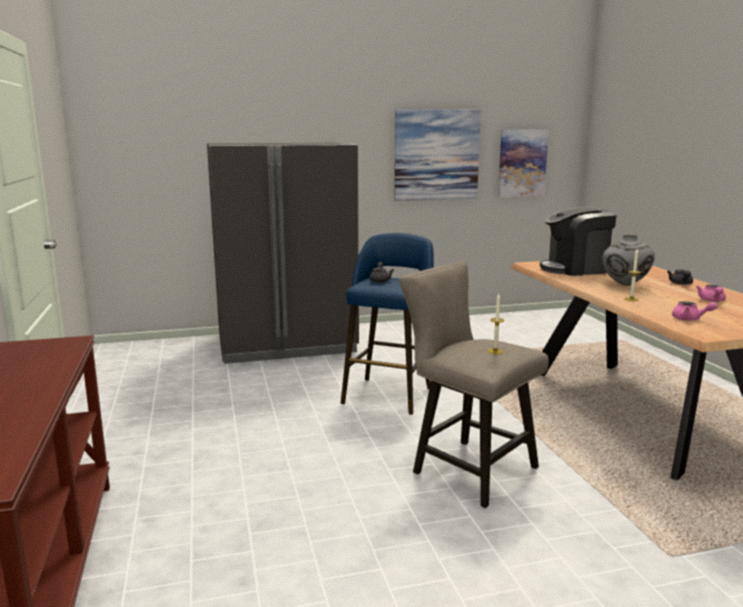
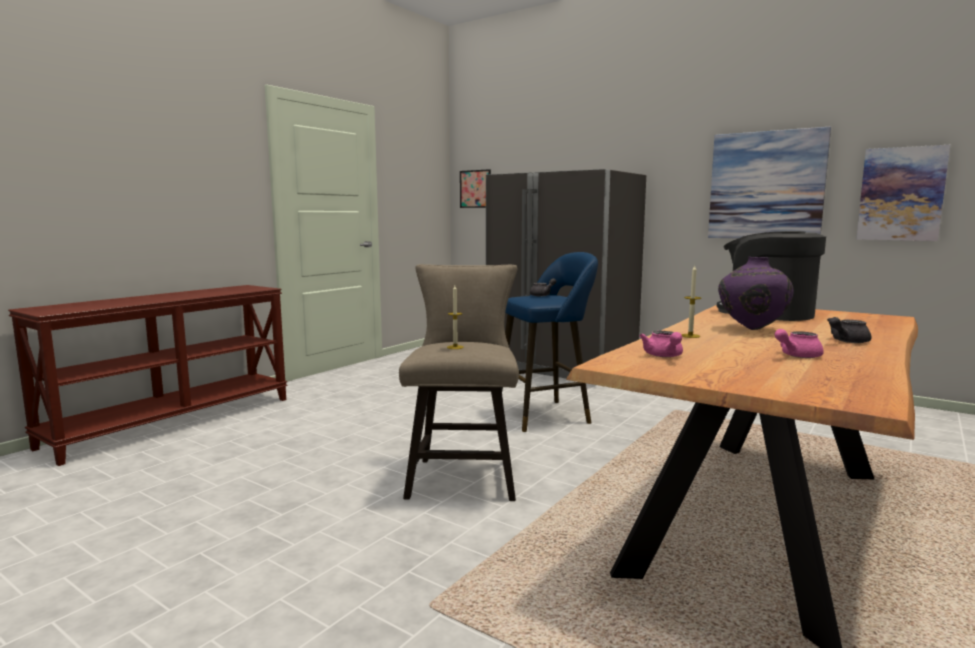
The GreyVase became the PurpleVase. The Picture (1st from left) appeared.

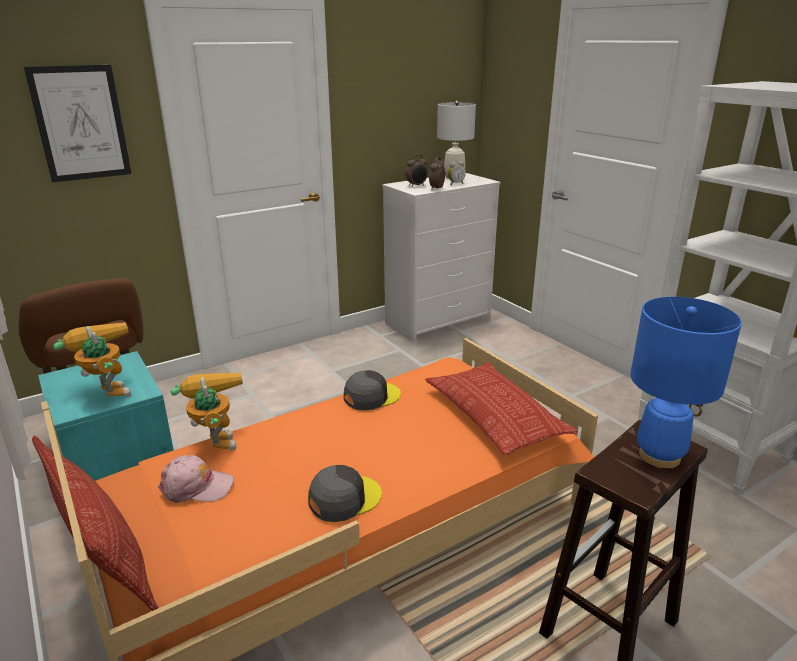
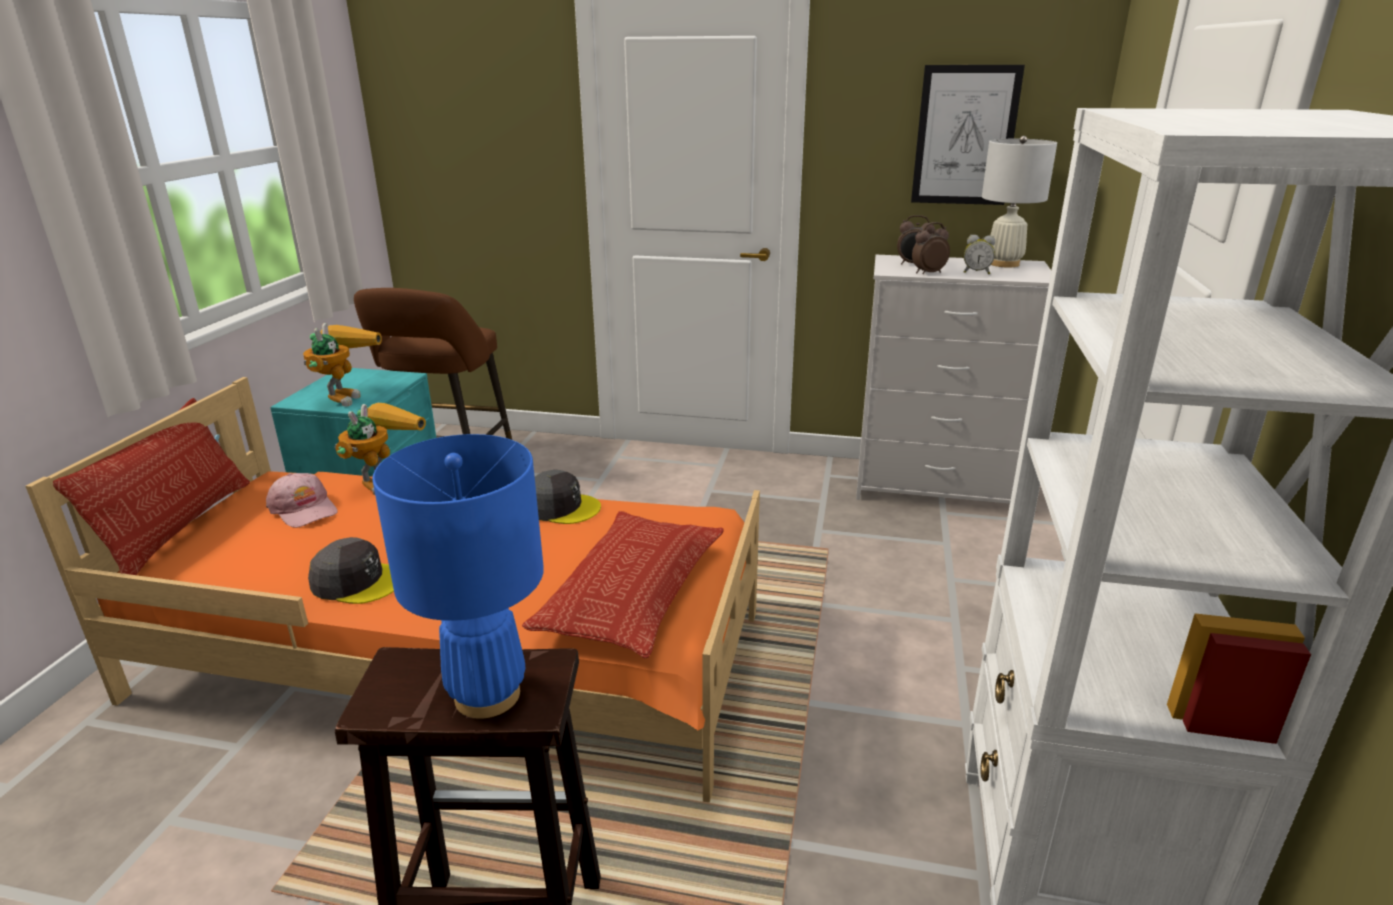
The Picture moved.

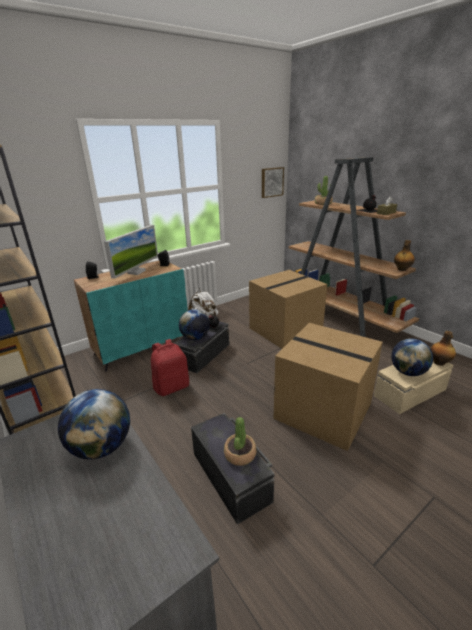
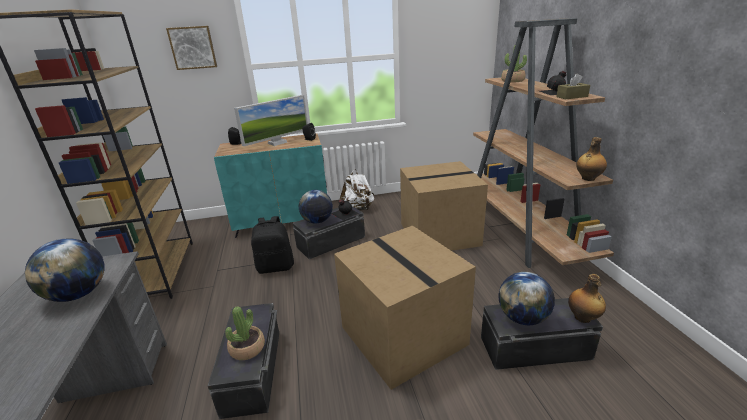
The RedBackpack became the BlackBackpack. The Picture moved. The BeigeStorageBox became the BlackStorageBox (3rd from left).

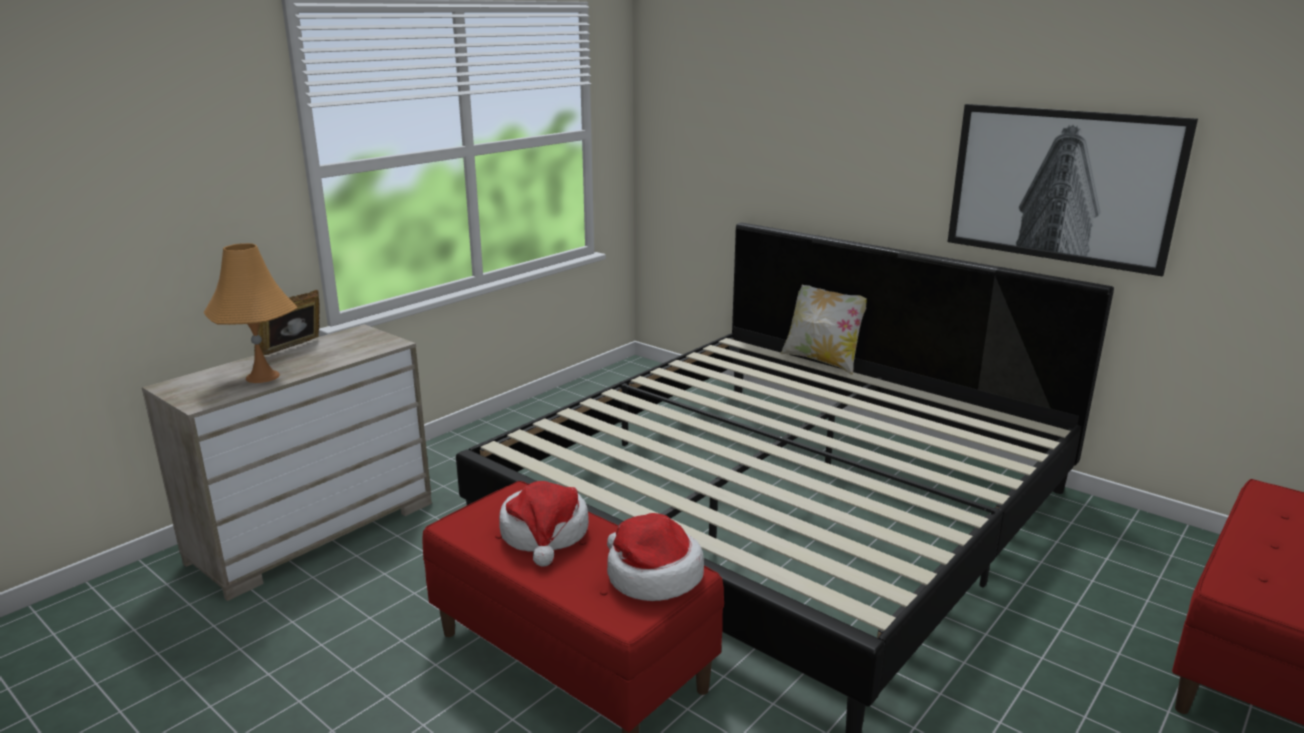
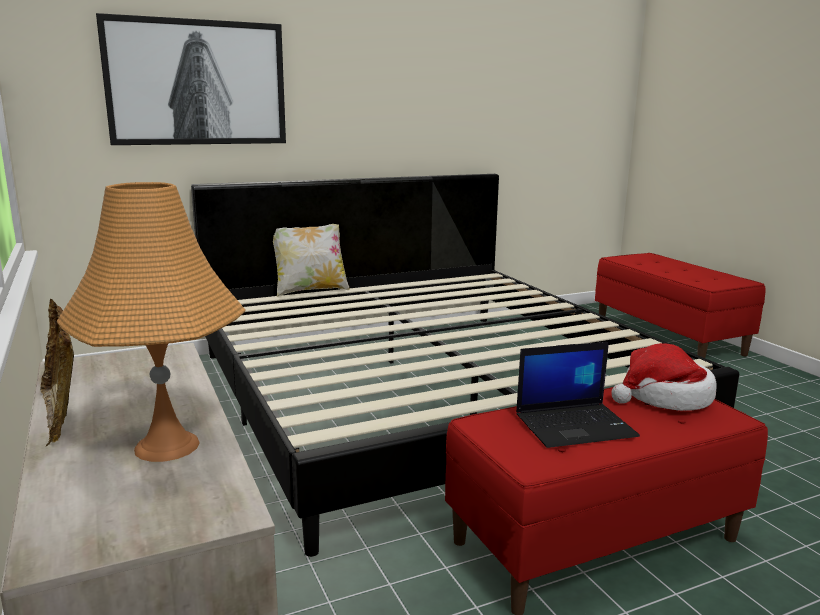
The Hat (1st from left) was replaced by the Laptop. The Picture moved.

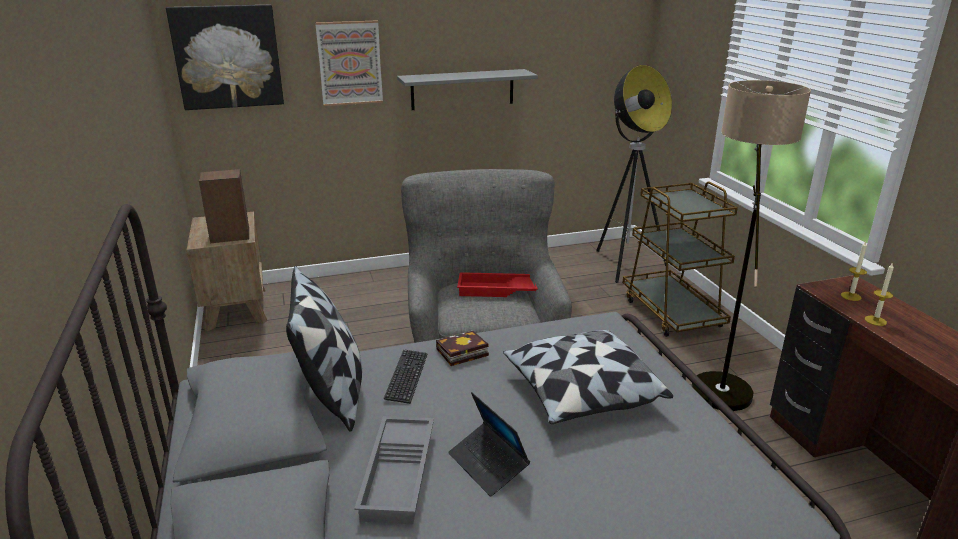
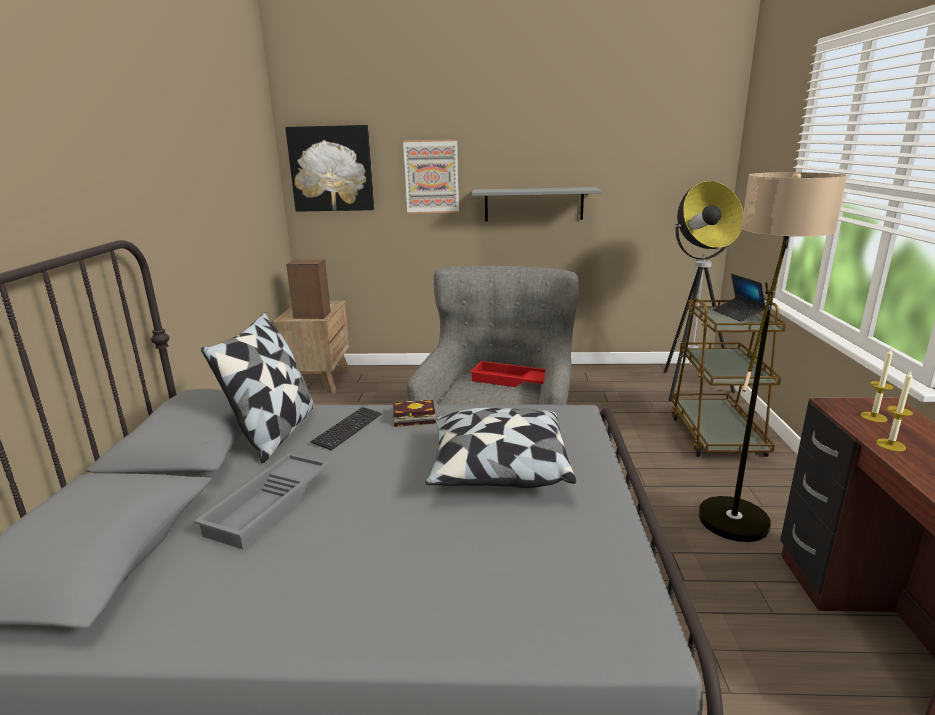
The Laptop moved.

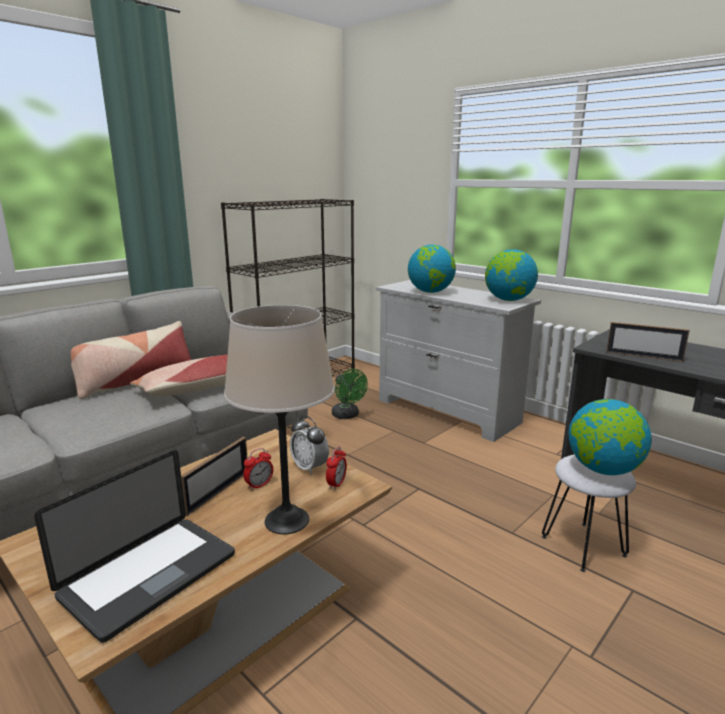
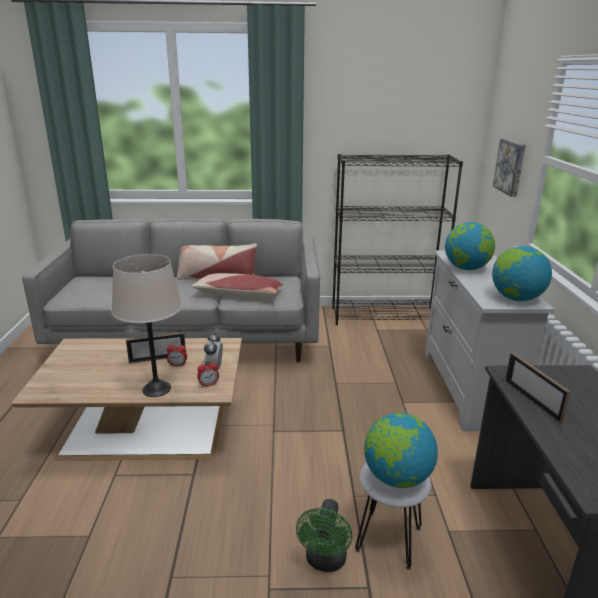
The Laptop disappeared. The GreenFan moved. The Picture appeared.

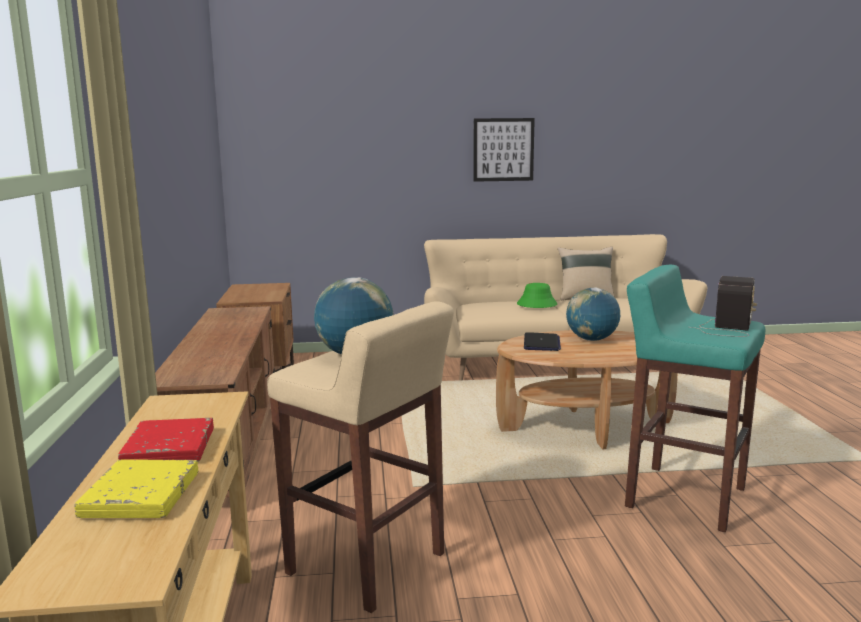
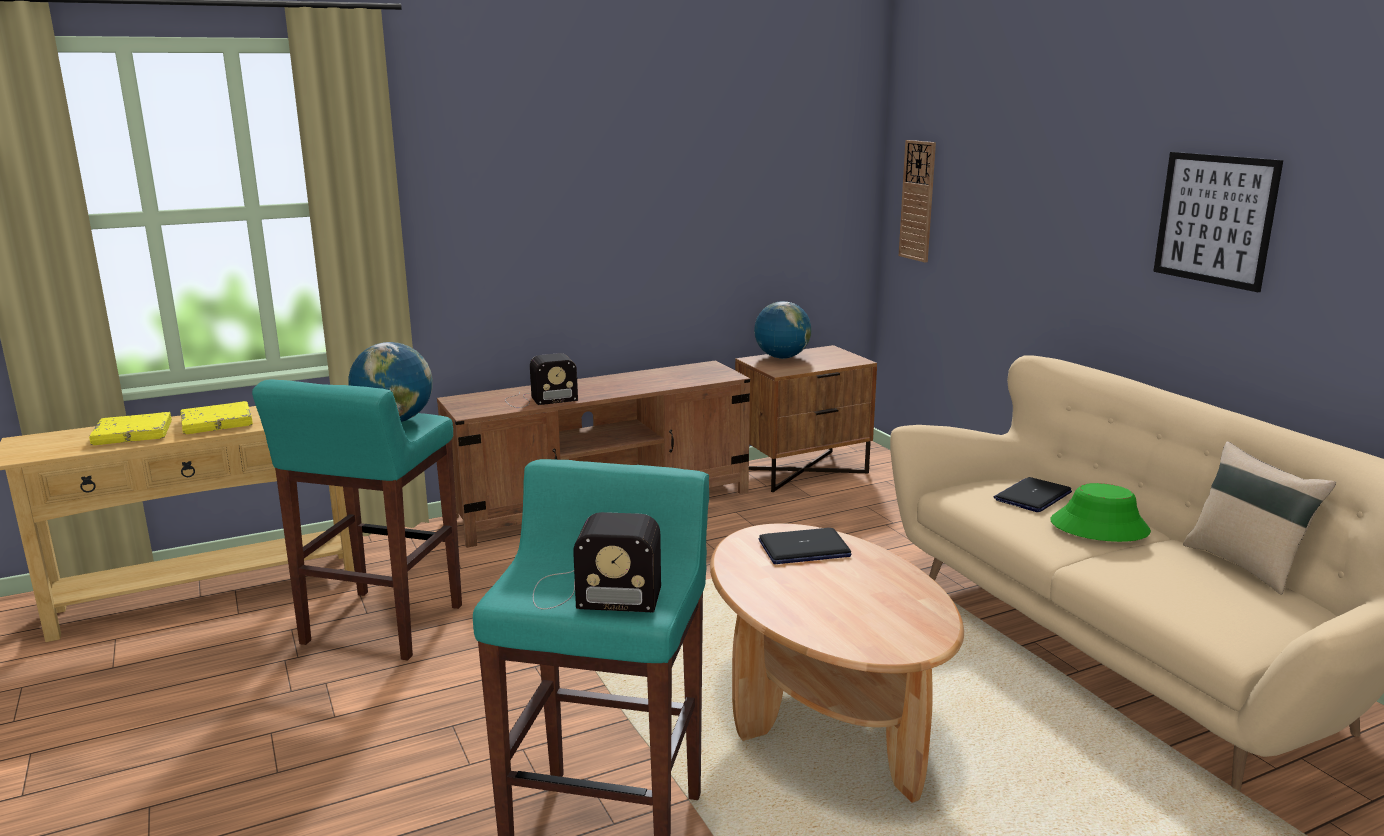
The RedBook became the YellowBook (2nd from left). The BeigeStool became the TurquoiseStool (1st from left). The Globe (2nd from left) moved. The Radio (1st from left) appeared. The WallClock appeared. The Laptop (2nd from left) appeared.

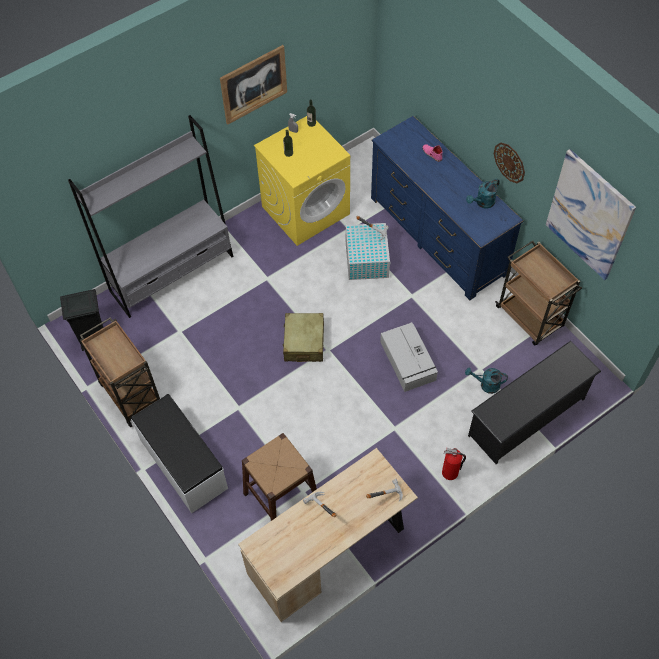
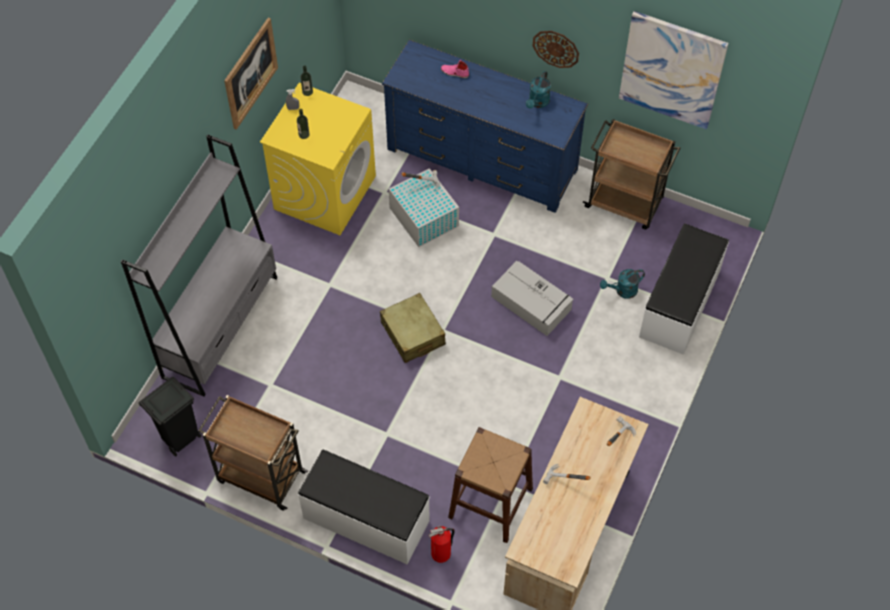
The FireExtinguisher moved. The BlackShoeRack was replaced by the WhiteBench (2nd from left).

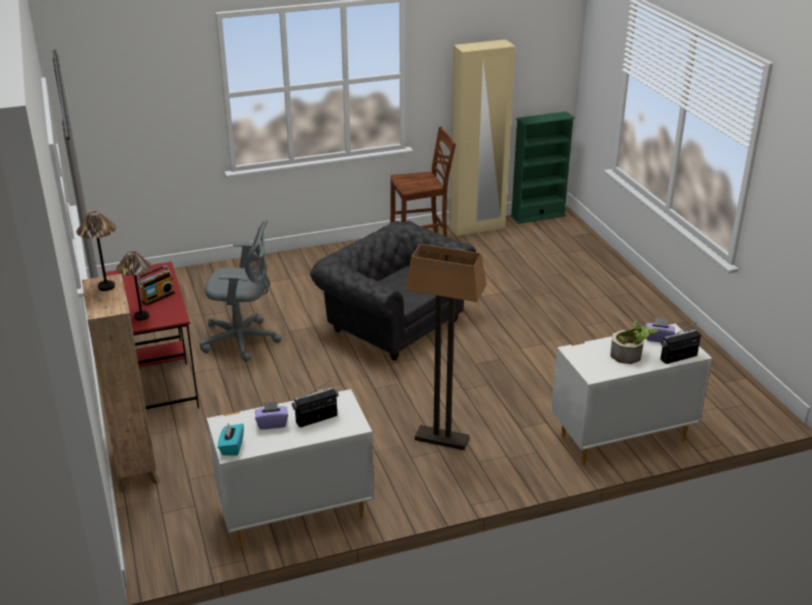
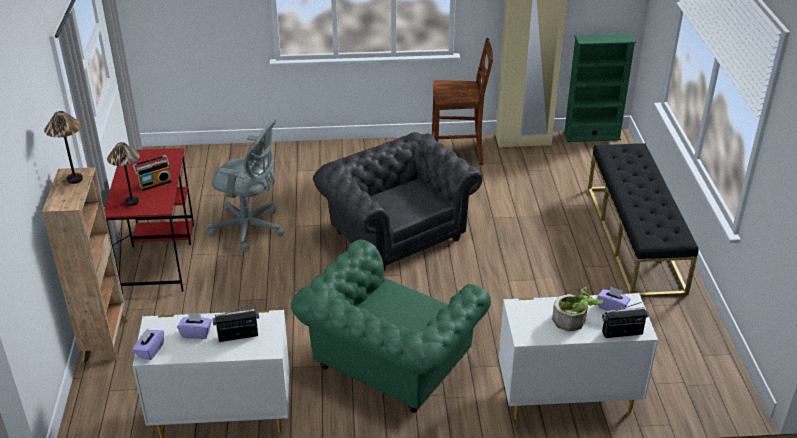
The TurquoiseTissueBox became the PurpleTissueBox (1st from left). The FloorLamp was replaced by the GreenArmchair. The BlackBench appeared.

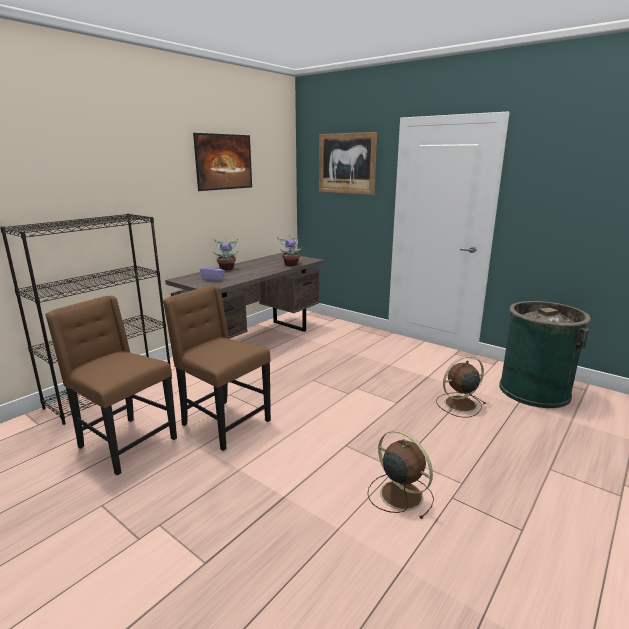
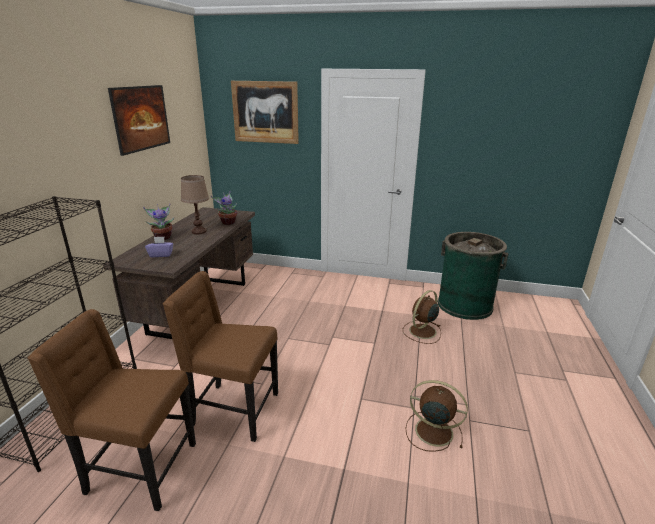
The BrownTableLamp appeared.

